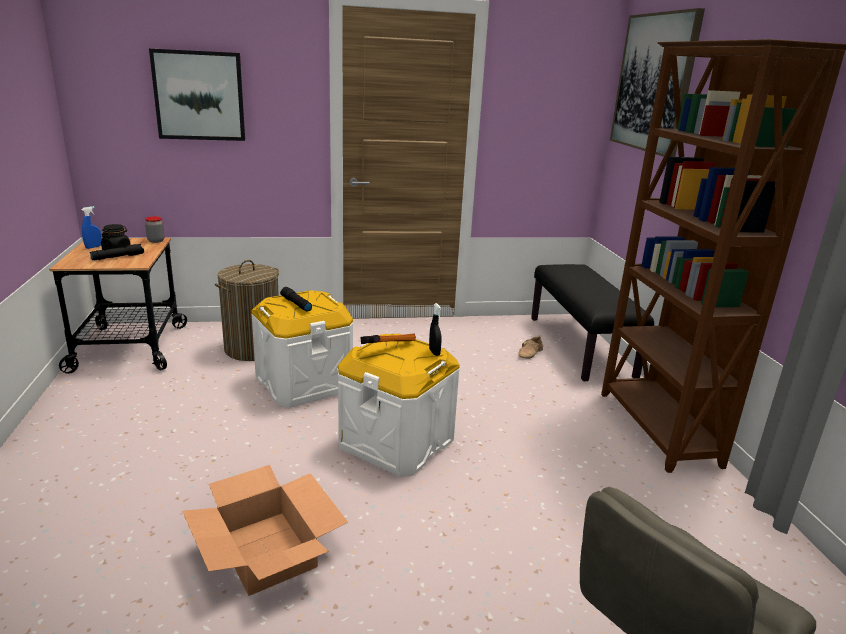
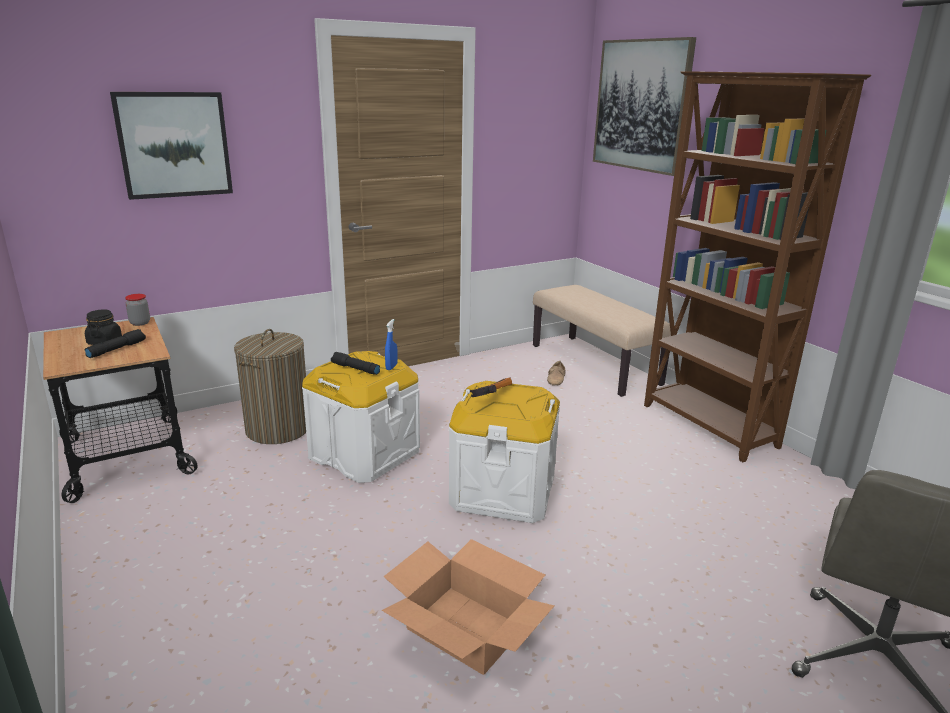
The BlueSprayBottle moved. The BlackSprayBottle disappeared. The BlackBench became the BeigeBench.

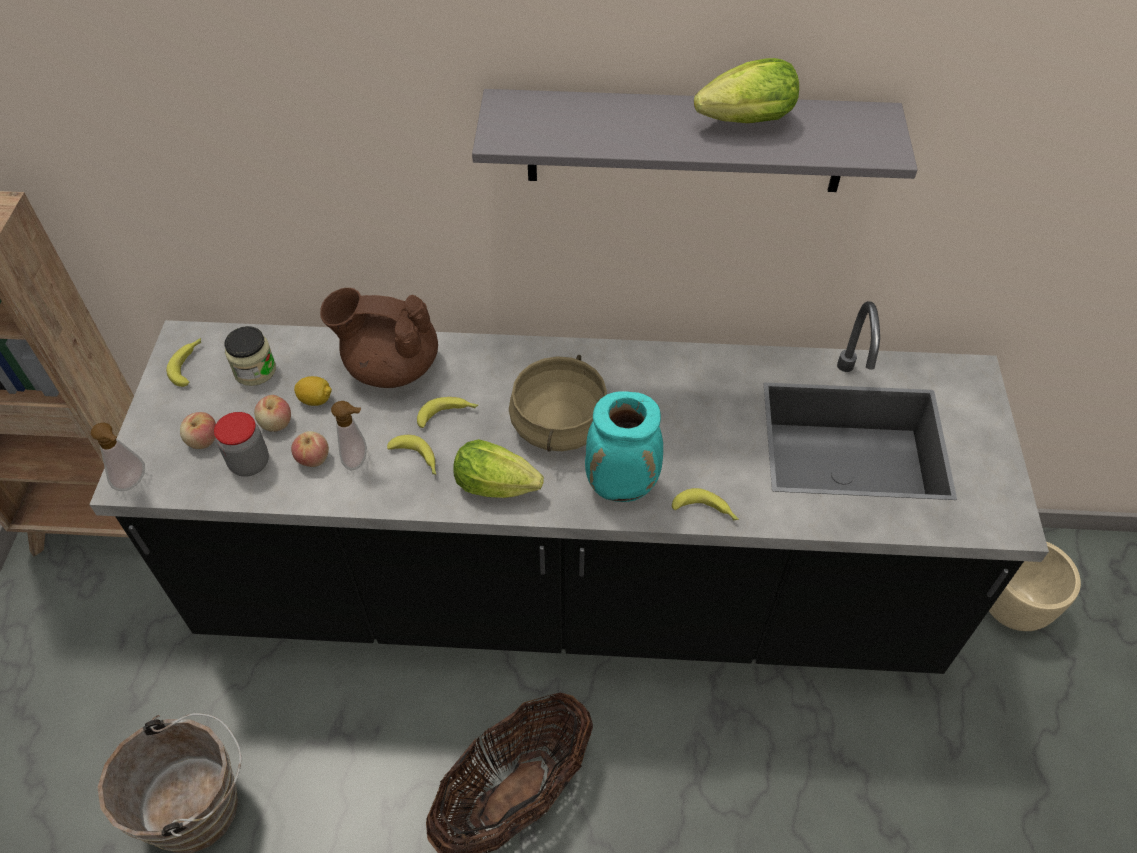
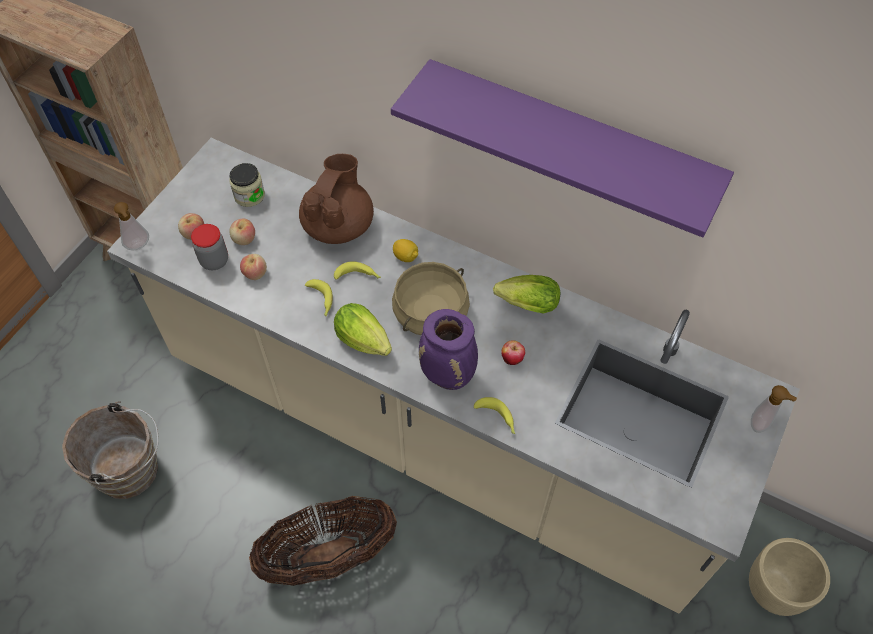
The BlackCounter became the BeigeCounter. The Banana (1st from left) disappeared. The Lemon moved. The BrownTeapot turned 75 degrees clockwise. The SoapDispenser (2nd from left) moved. The GreyShelf became the PurpleShelf. The TurquoiseVase became the PurpleVase. The Lettuce (2nd from left) moved. The Apple (4th from left) appeared.

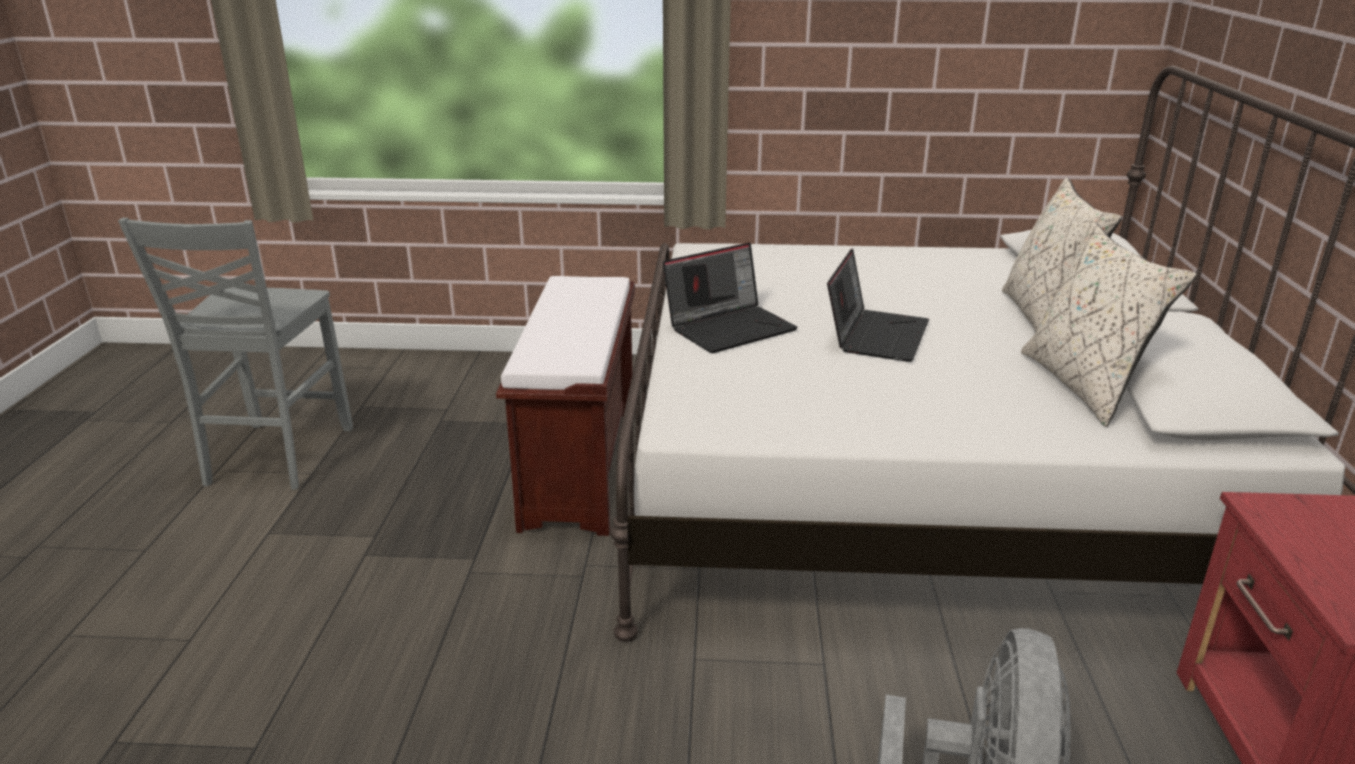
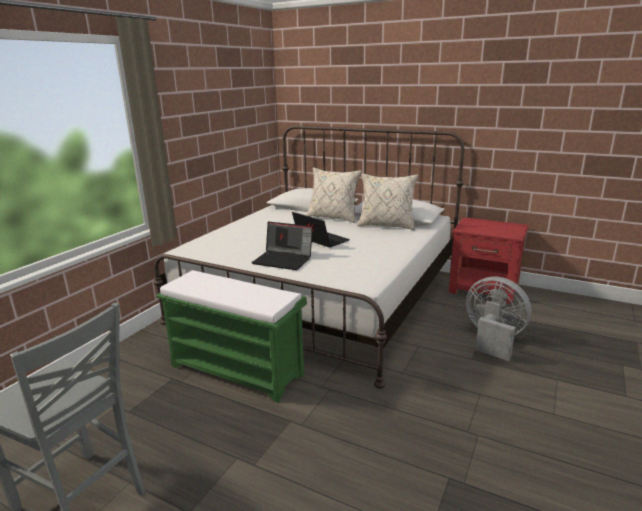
The BrownBench became the GreenBench. The Laptop (1st from left) turned 120 degrees clockwise.

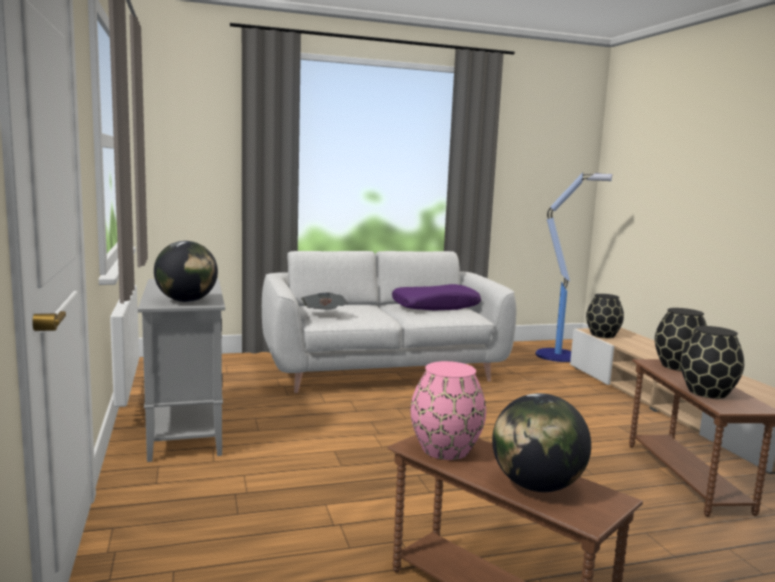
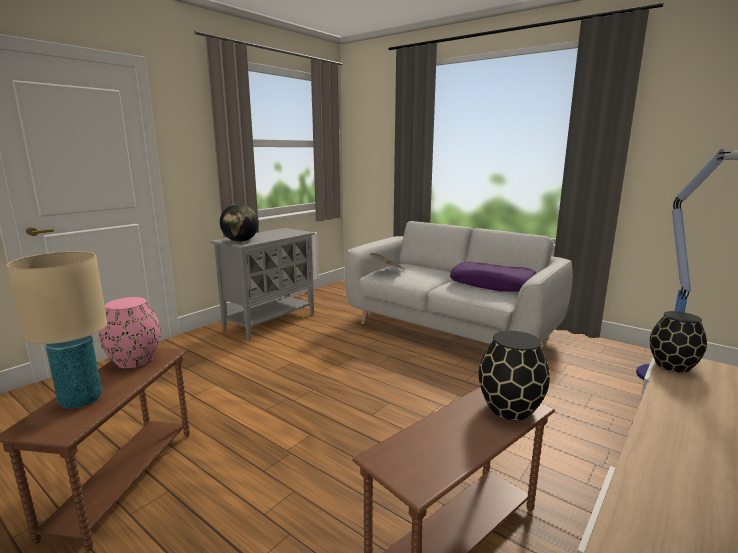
The Globe (2nd from left) was replaced by the BeigeTableLamp. The BlackVase (3rd from left) disappeared.

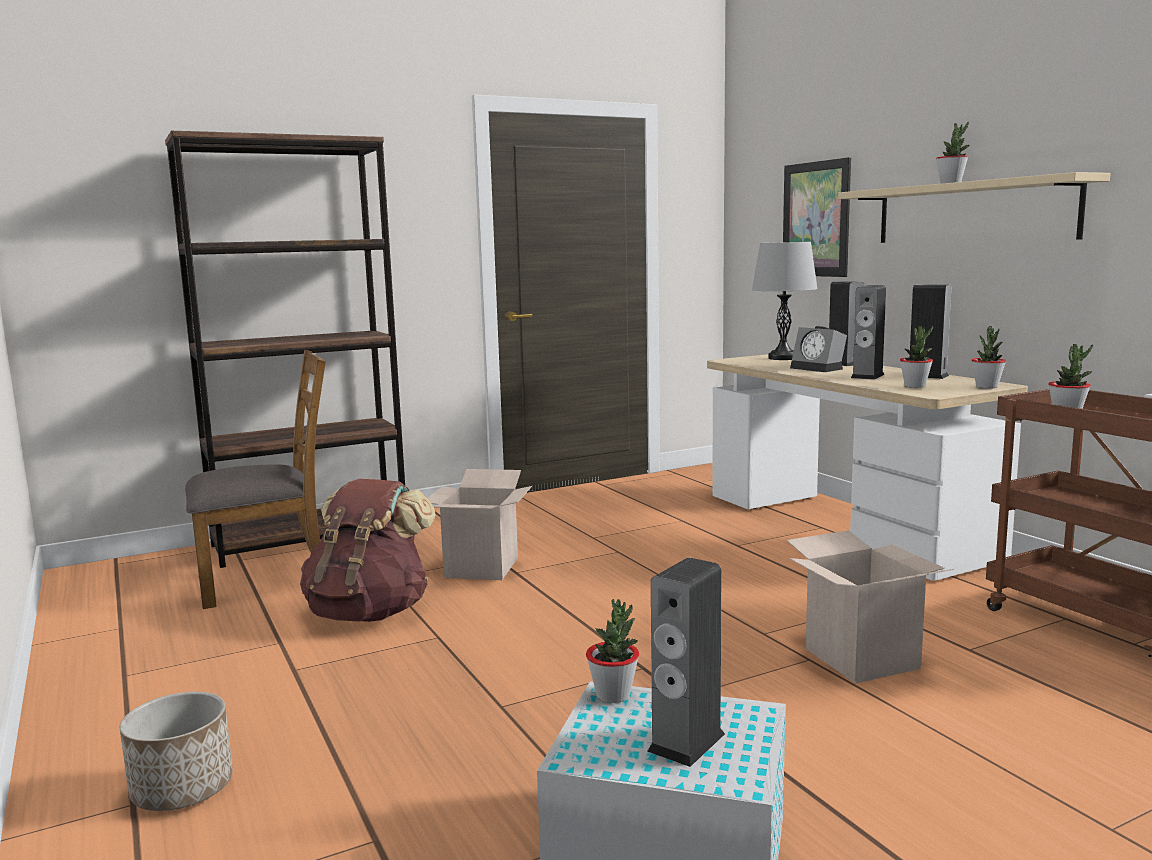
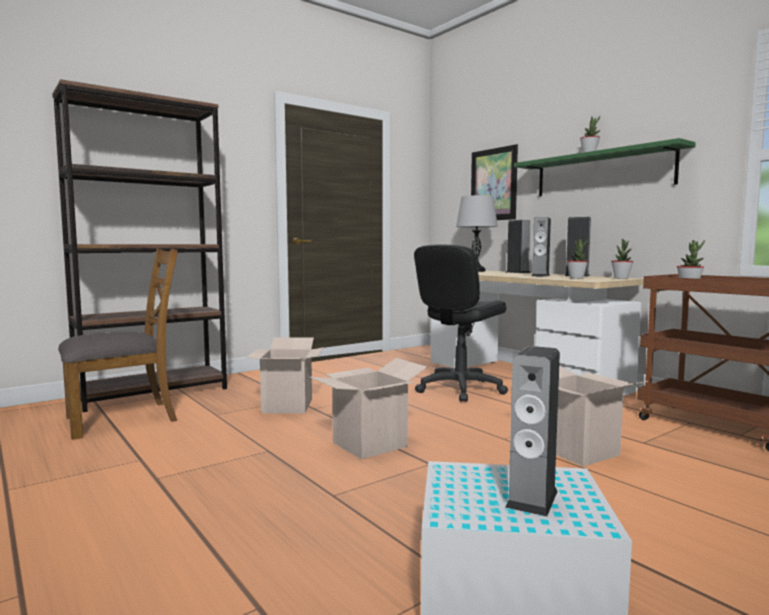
The Planter disappeared. The BrownBackpack disappeared. The PottedPlant (1st from left) disappeared. The AlarmClock disappeared. The BeigeShelf became the GreenShelf. The CardboardBox (2nd from left) appeared. The BlackOfficeChair appeared.

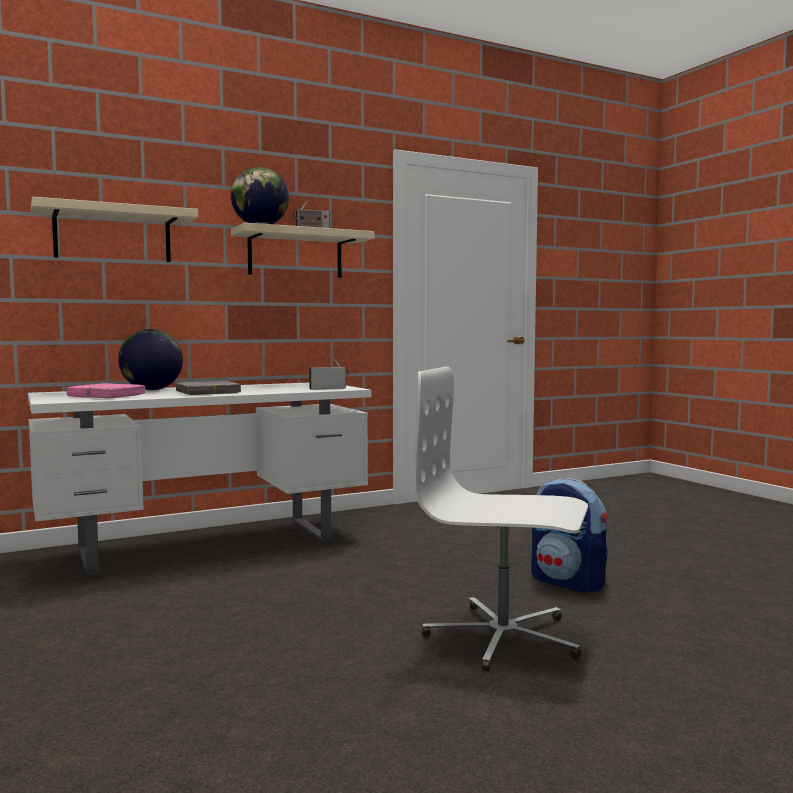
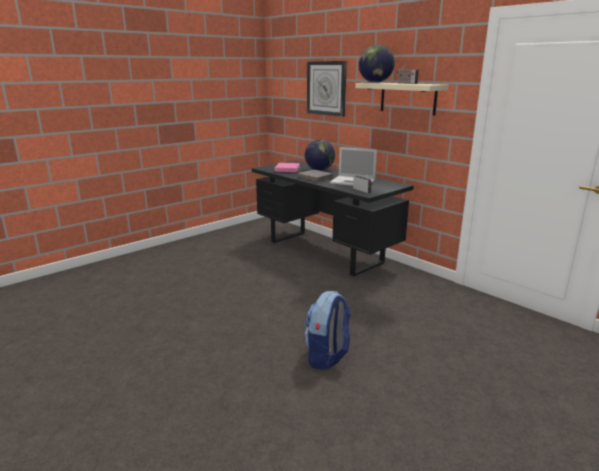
The WhiteDesk became the BlackDesk. The BeigeShelf (1st from left) was replaced by the WallClock. The WhiteOfficeChair disappeared. The Laptop appeared.

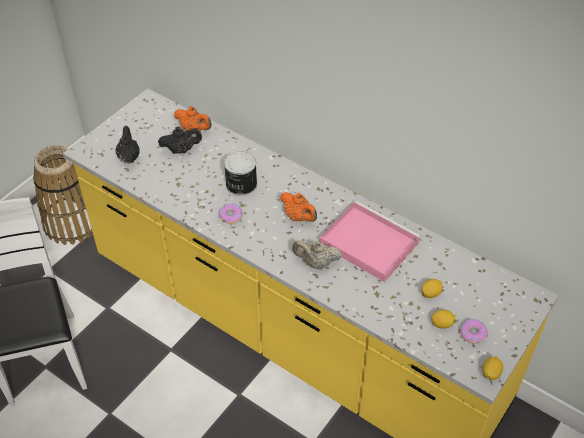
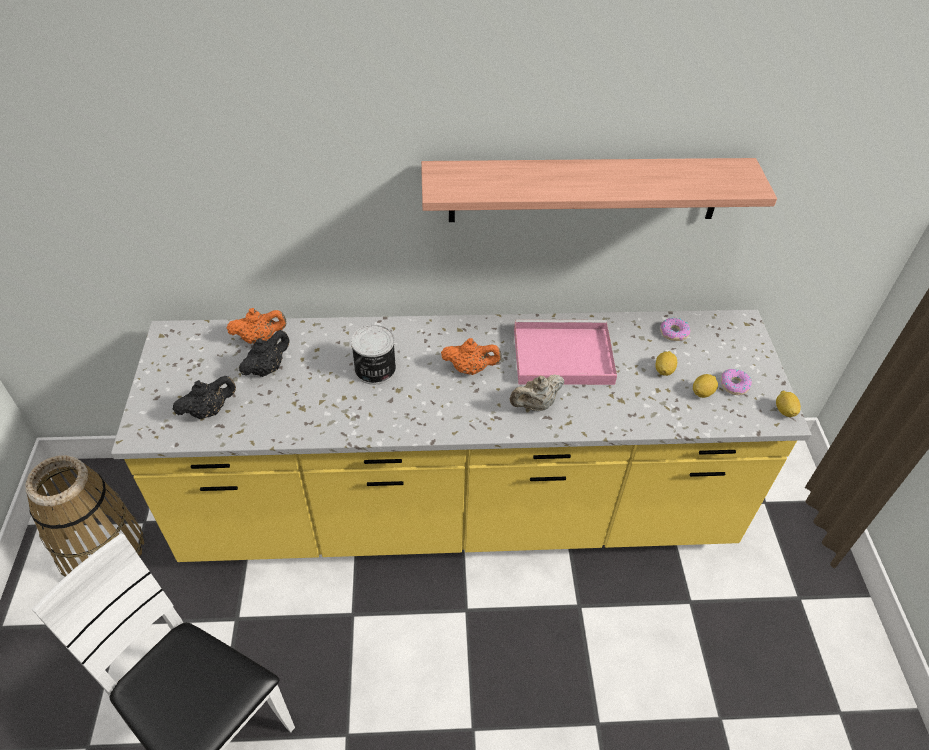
The BlackTeapot (1st from left) turned 105 degrees clockwise. The Donut (1st from left) moved. The Shelf appeared.

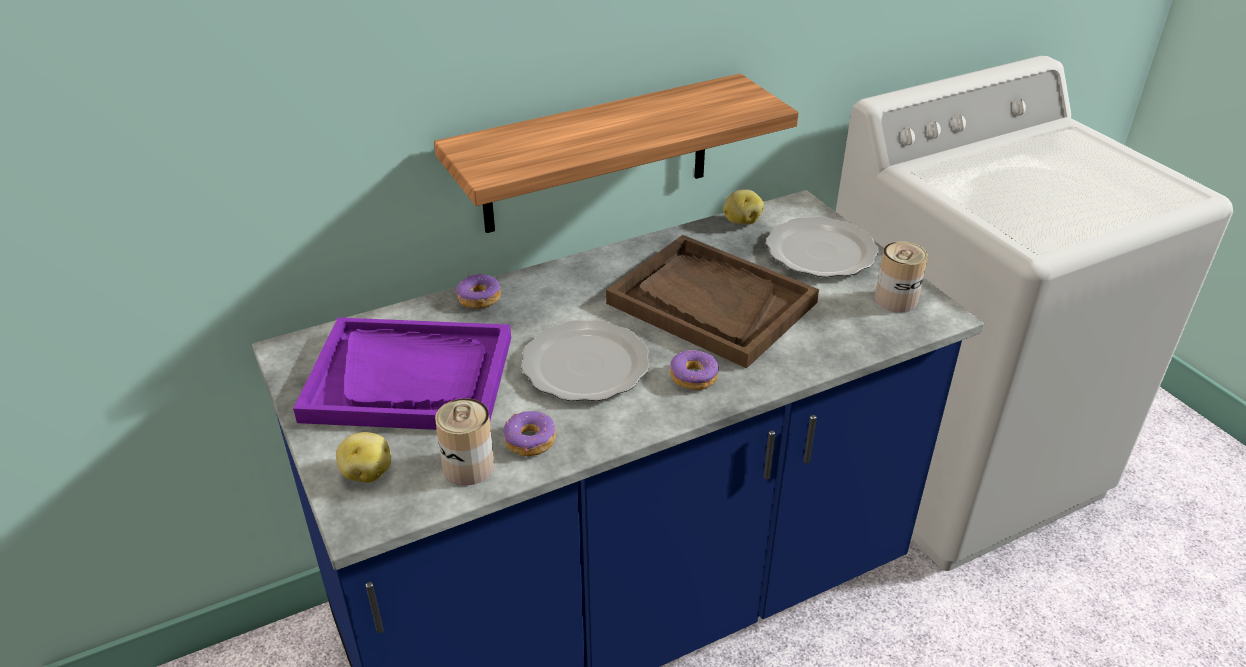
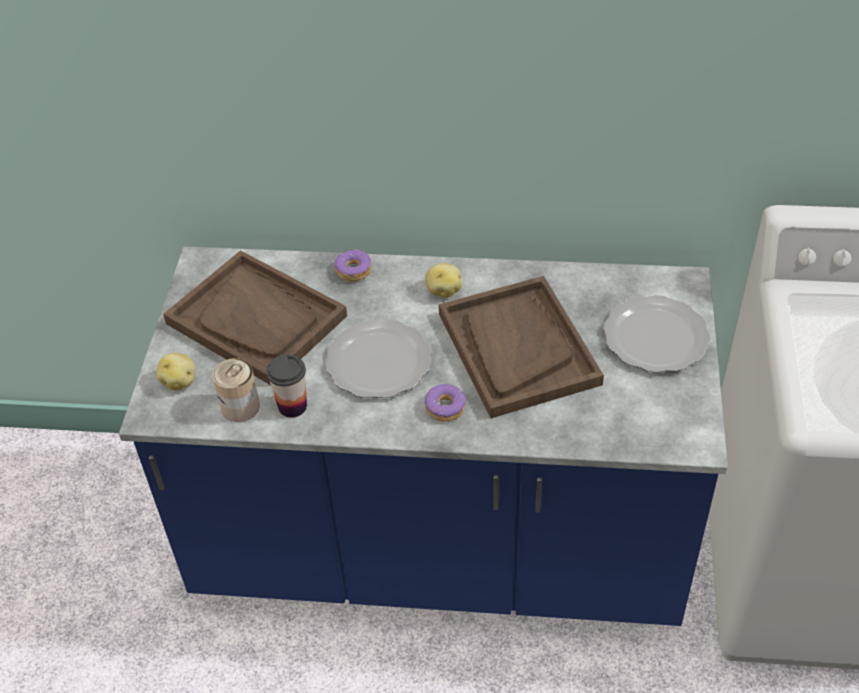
The PurpleTray became the BrownTray (1st from left). The Shelf disappeared. The Donut (2nd from left) was replaced by the Cup. The Potato (2nd from left) moved. The Can (2nd from left) disappeared.

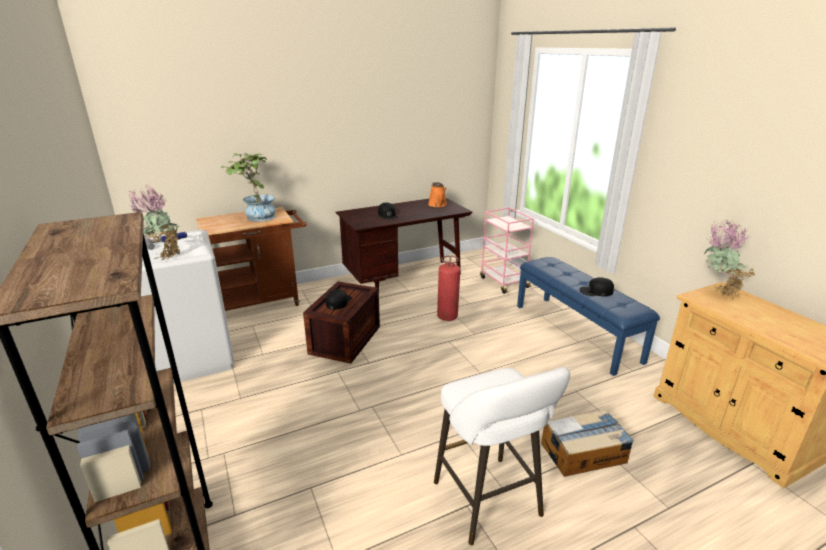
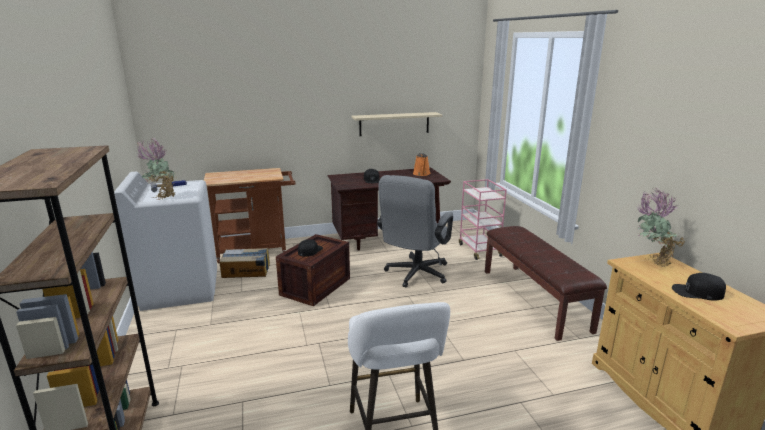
The PottedPlant (2nd from left) disappeared. The FireExtinguisher was replaced by the GreyOfficeChair. The BlueBench became the BrownBench. The CardboardBox moved. The BlackCap (3rd from left) moved. The BeigeShelf appeared.

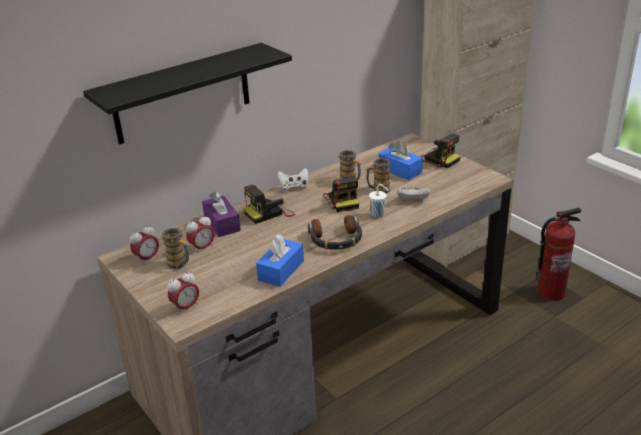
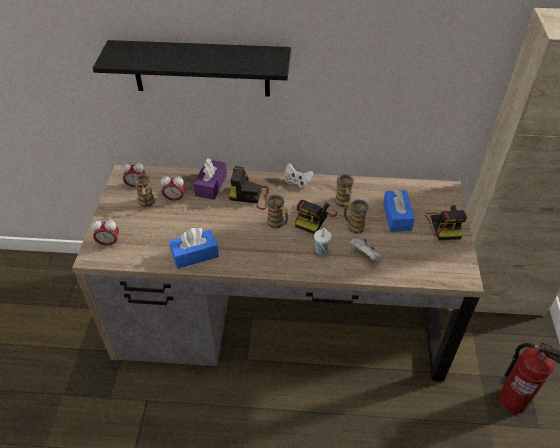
The Headphones disappeared. The Mug (2nd from left) appeared.

